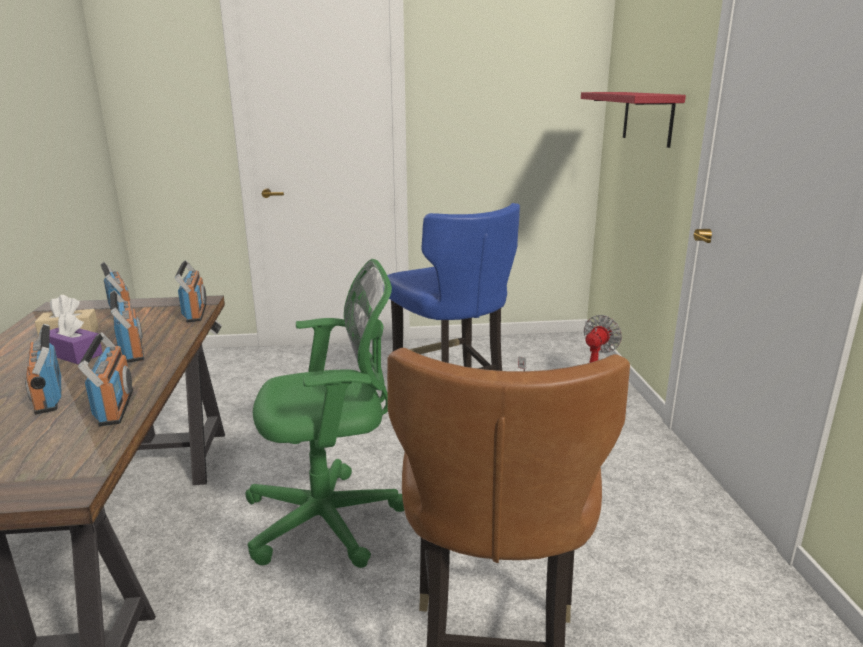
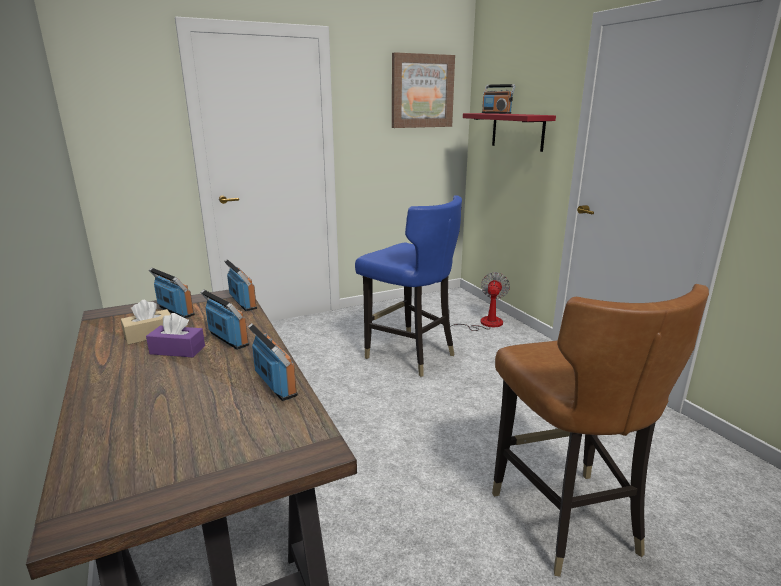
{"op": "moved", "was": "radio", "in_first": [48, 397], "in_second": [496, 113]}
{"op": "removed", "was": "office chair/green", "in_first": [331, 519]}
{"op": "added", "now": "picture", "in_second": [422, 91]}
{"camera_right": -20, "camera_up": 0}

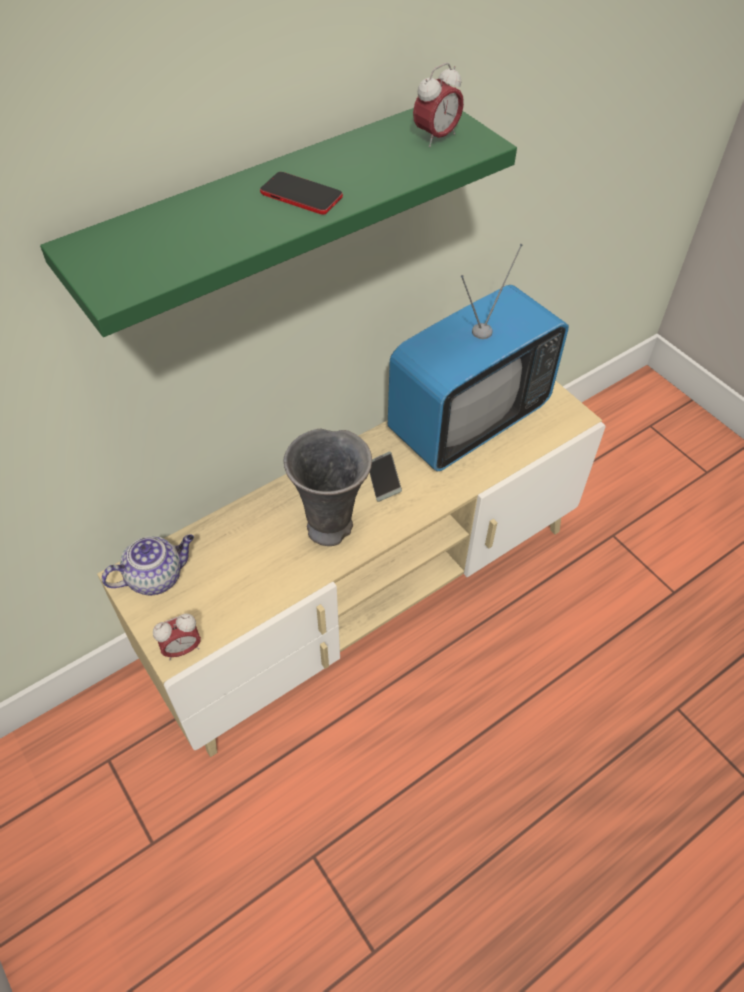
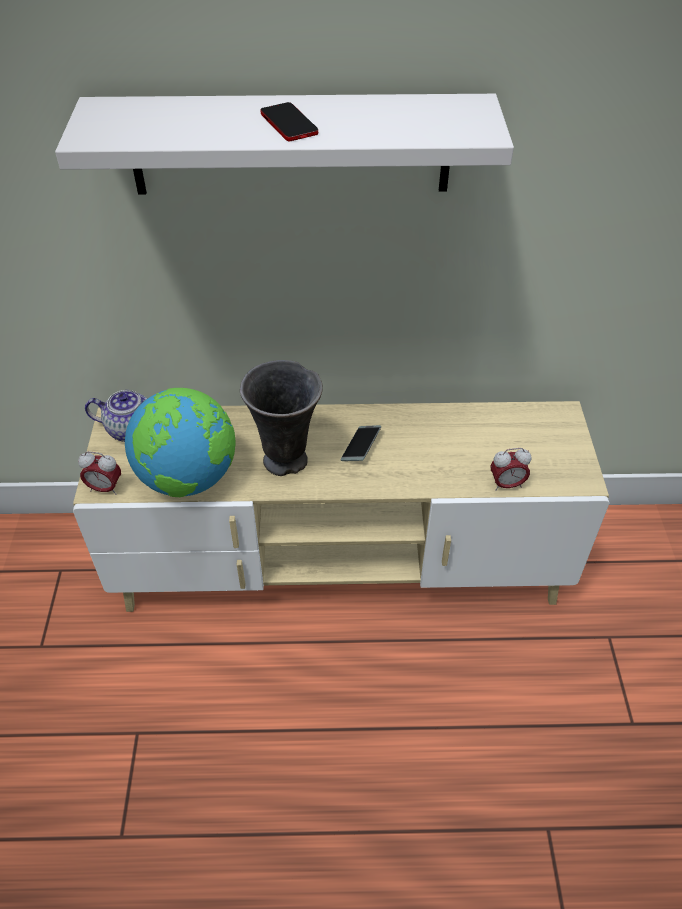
{"op": "recoloured", "was": "shelf/green", "now": "shelf/white", "in_first": [266, 214], "in_second": [290, 145]}
{"op": "removed", "was": "television", "in_first": [468, 420]}
{"op": "moved", "was": "alarm clock", "in_first": [436, 137], "in_second": [506, 484]}
{"op": "added", "now": "globe", "in_second": [189, 478]}
{"camera_right": 35, "camera_up": -5}

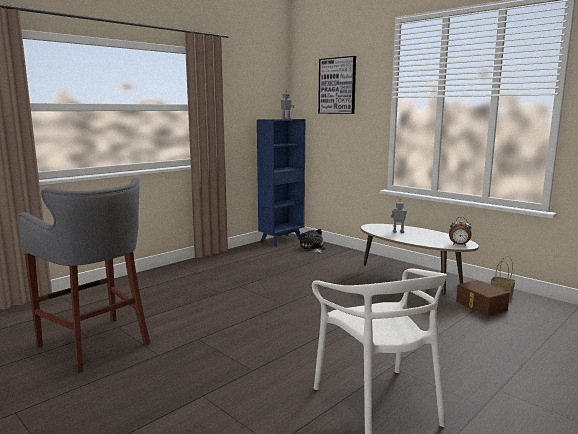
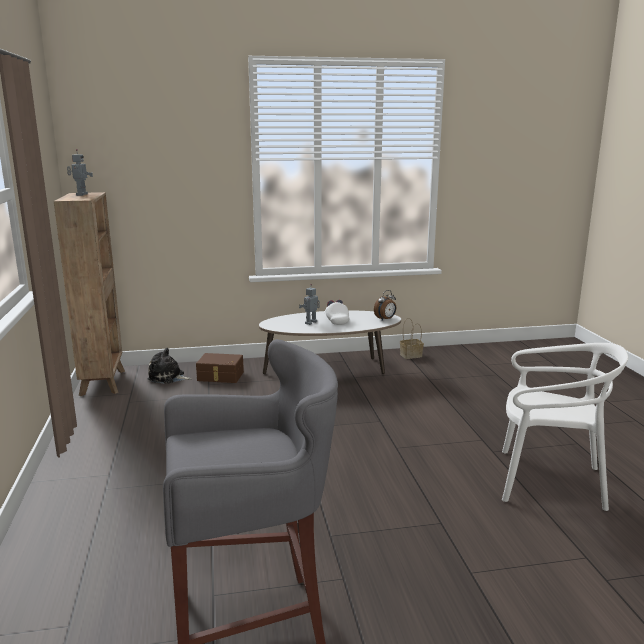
{"op": "recoloured", "was": "bookcase/blue", "now": "bookcase/brown", "in_first": [282, 240], "in_second": [103, 382]}
{"op": "removed", "was": "picture", "in_first": [337, 86]}
{"op": "moved", "was": "storage box/brown", "in_first": [480, 306], "in_second": [220, 376]}
{"op": "added", "now": "cap/white", "in_second": [336, 320]}
{"camera_right": -55, "camera_up": 5}

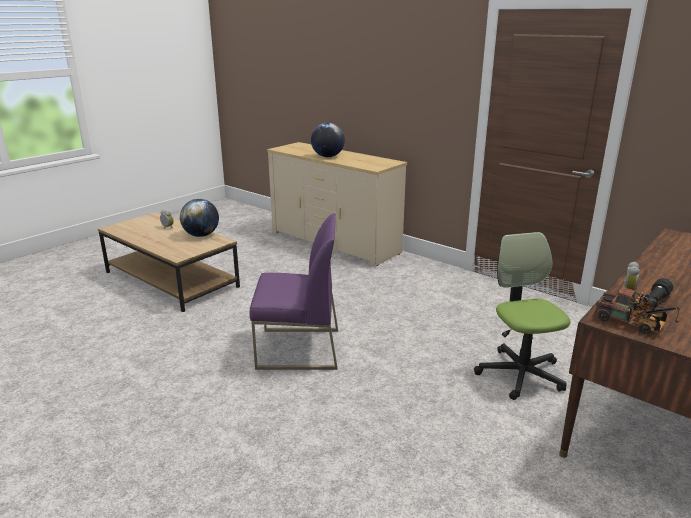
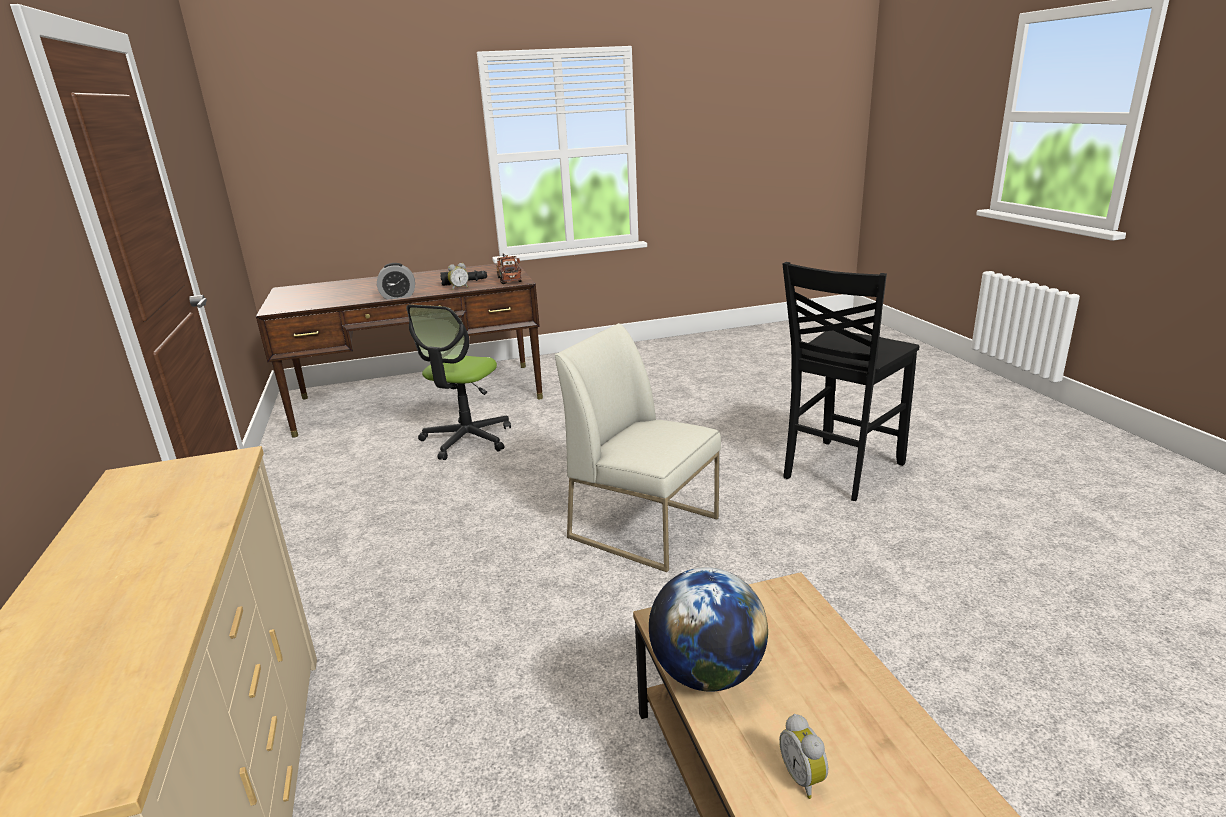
{"op": "recoloured", "was": "chair/purple", "now": "chair/white", "in_first": [298, 349], "in_second": [645, 527]}
{"op": "removed", "was": "globe", "in_first": [328, 156]}
{"op": "added", "now": "alarm clock", "in_second": [398, 296]}
{"op": "added", "now": "chair/black", "in_second": [839, 471]}
{"camera_right": -145, "camera_up": 0}

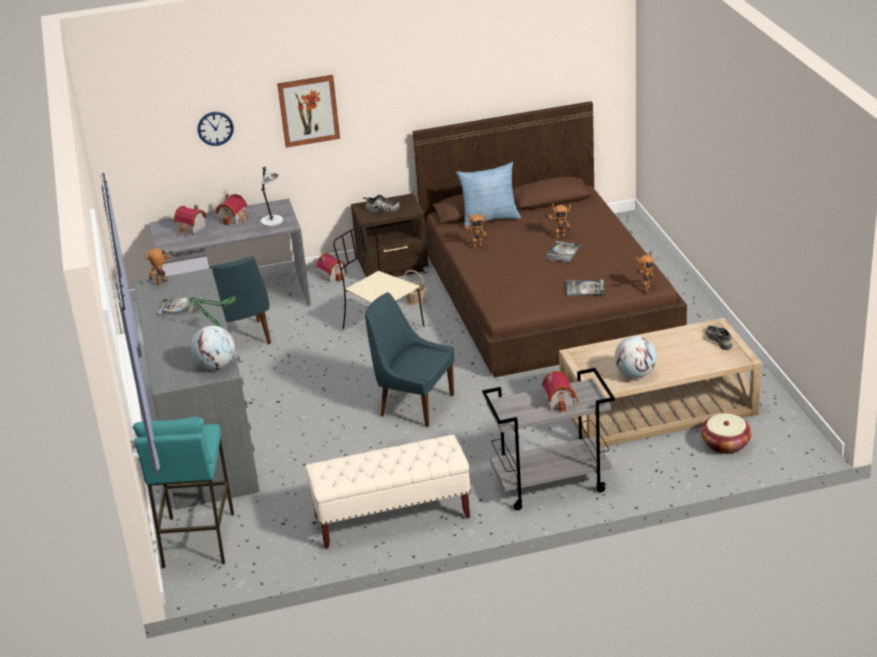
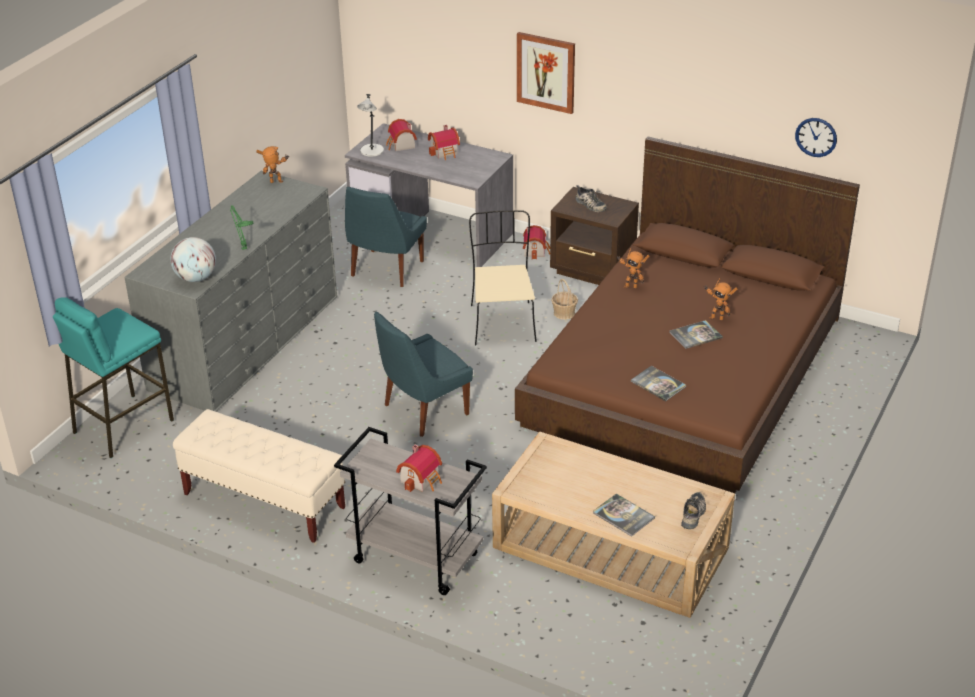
{"op": "moved", "was": "book", "in_first": [180, 307], "in_second": [623, 516]}
{"op": "moved", "was": "wall clock", "in_first": [215, 128], "in_second": [816, 137]}
{"op": "moved", "was": "table lamp/grey", "in_first": [272, 222], "in_second": [371, 151]}
{"op": "turned", "was": "chair/blue", "in_first": [414, 405], "in_second": [423, 411], "clockwise": -105}
{"op": "removed", "was": "pillow", "in_first": [489, 219]}
{"op": "removed", "was": "globe", "in_first": [635, 374]}
{"op": "removed", "was": "toy robot", "in_first": [644, 290]}
{"op": "removed", "was": "basket", "in_first": [725, 444]}
{"camera_right": 40, "camera_up": 5}

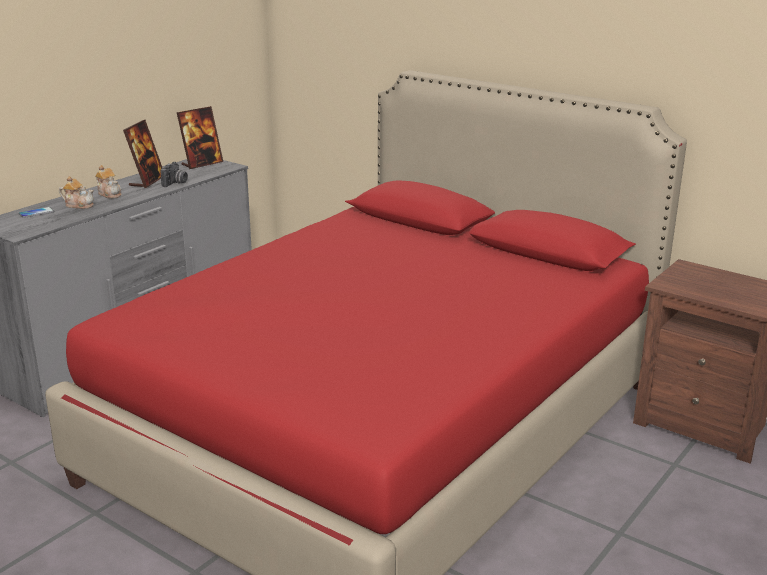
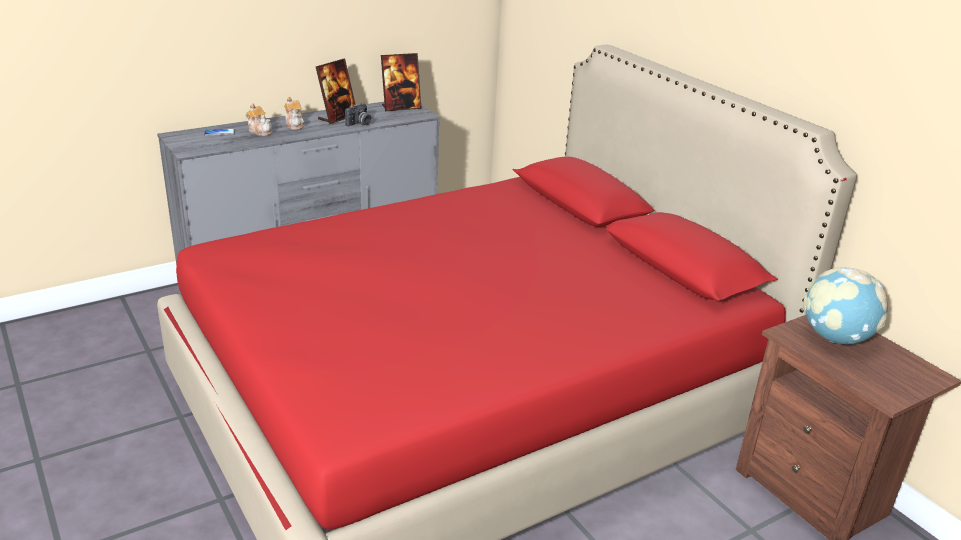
{"op": "added", "now": "globe", "in_second": [836, 338]}
{"camera_right": 20, "camera_up": 5}

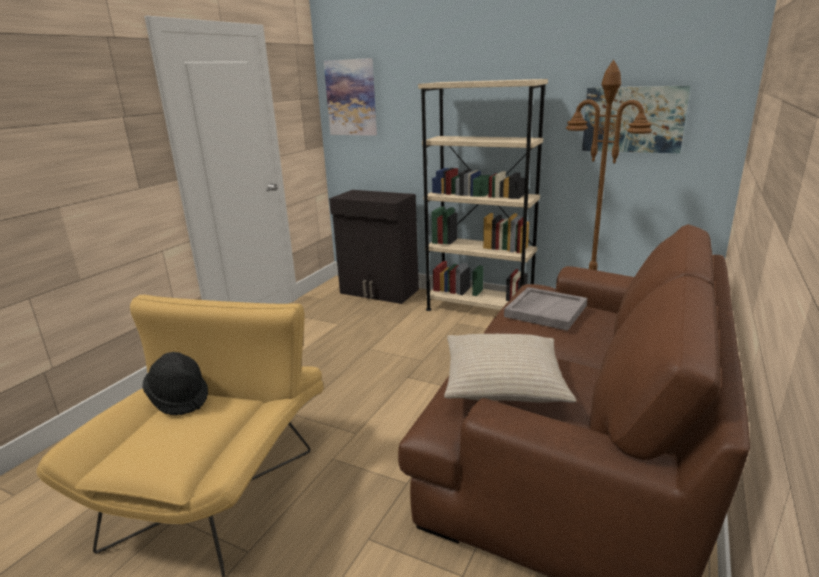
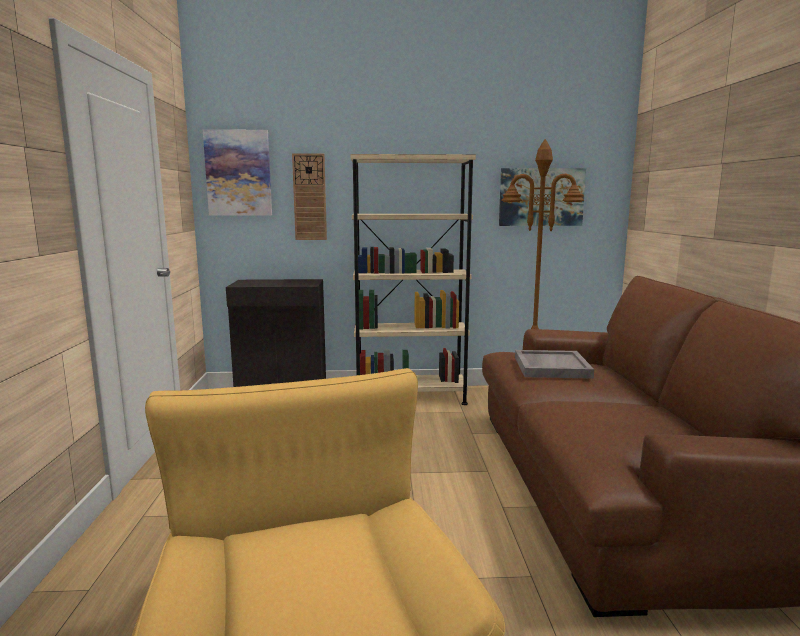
{"op": "removed", "was": "hat/black", "in_first": [179, 398]}
{"op": "removed", "was": "pillow/beige", "in_first": [503, 381]}
{"op": "added", "now": "wall clock", "in_second": [309, 197]}
{"camera_right": -30, "camera_up": -10}

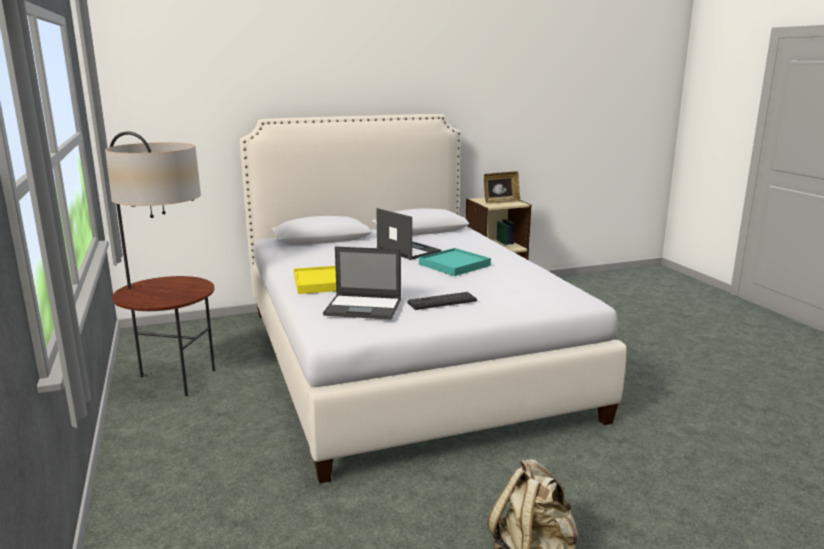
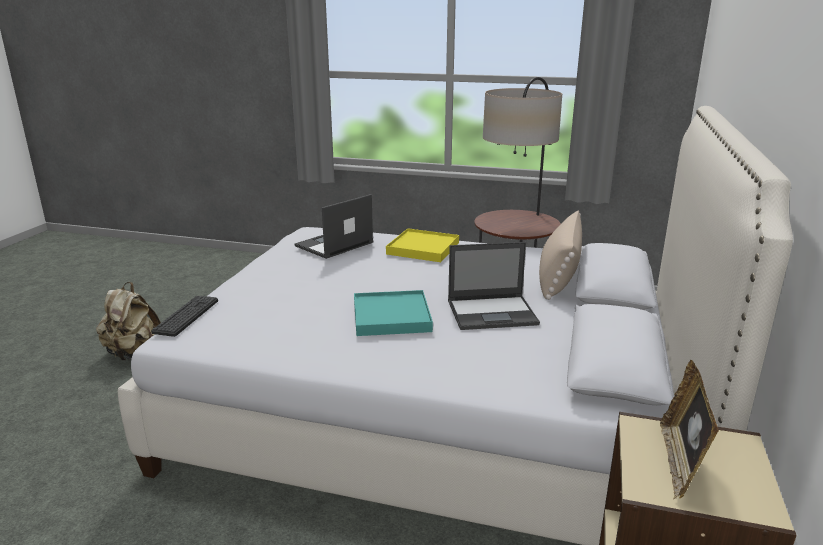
{"op": "moved", "was": "keyboard", "in_first": [442, 302], "in_second": [186, 316]}
{"op": "added", "now": "pillow/beige", "in_second": [558, 276]}
{"camera_right": 125, "camera_up": 5}

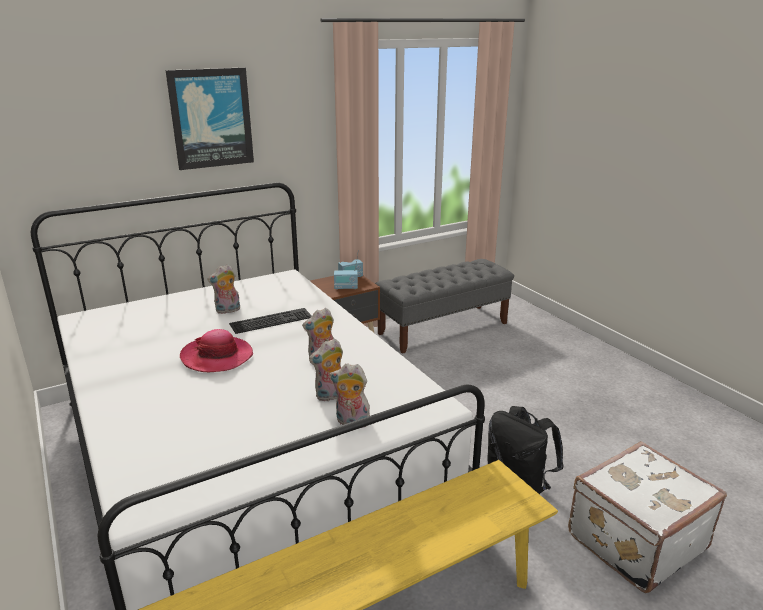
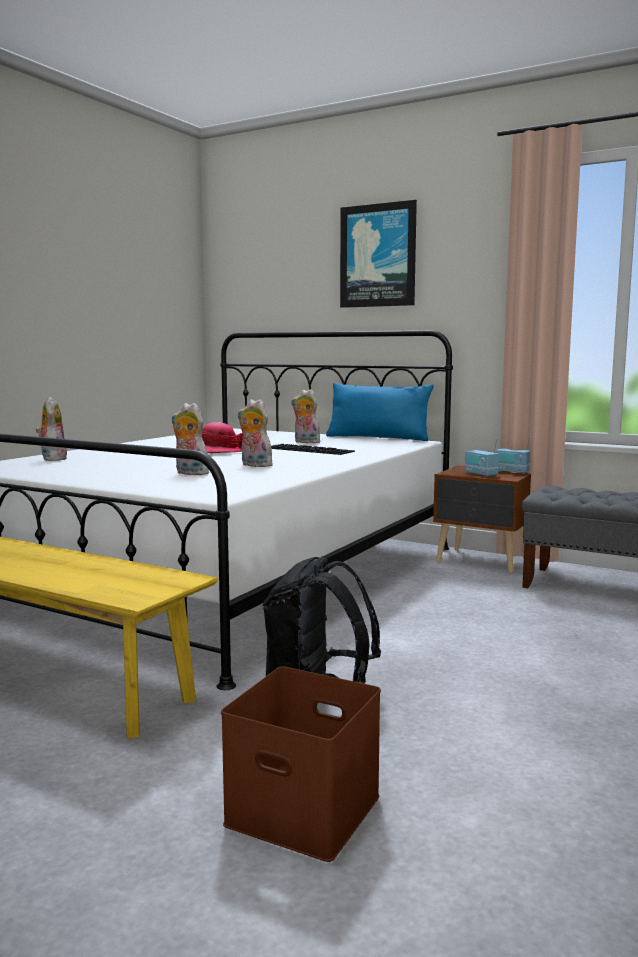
{"op": "moved", "was": "plush toy", "in_first": [351, 422], "in_second": [52, 459]}
{"op": "replaced", "was": "suitcase/white", "now": "storage box/brown", "in_first": [634, 540], "in_second": [299, 811]}
{"op": "added", "now": "pillow/blue", "in_second": [378, 438]}
{"camera_right": 60, "camera_up": -15}

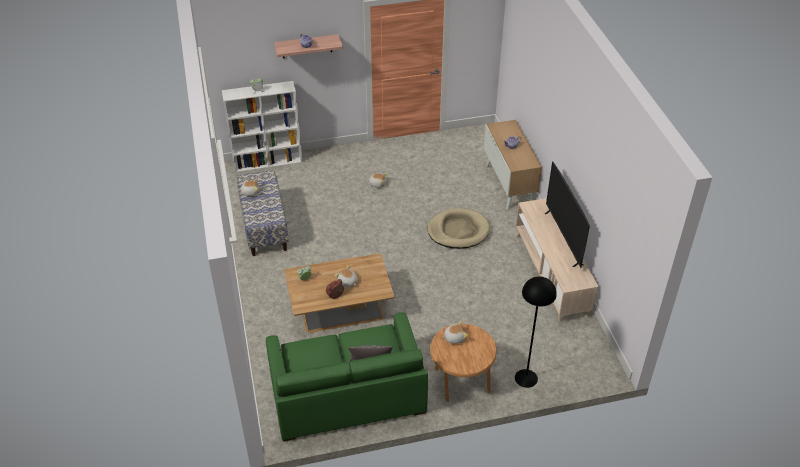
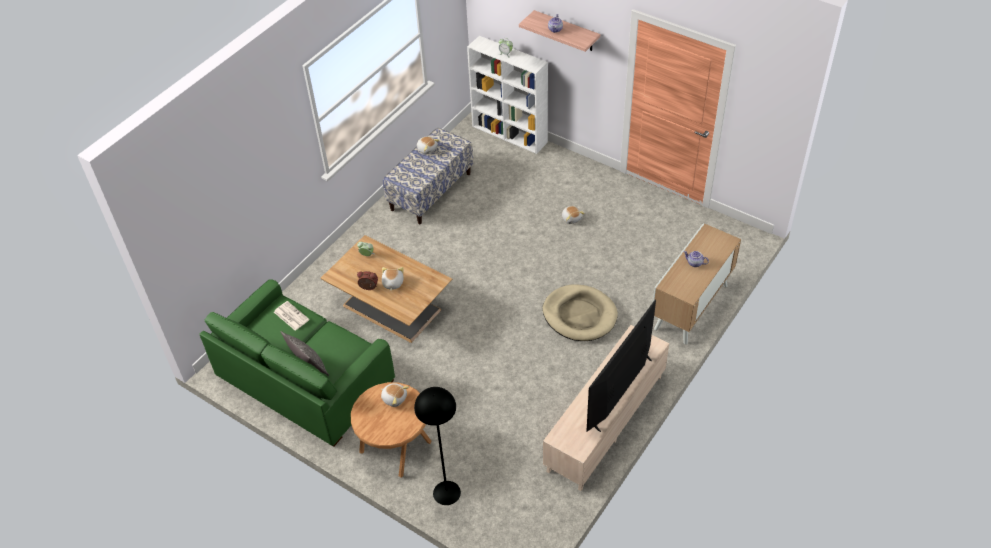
{"op": "added", "now": "newspaper", "in_second": [290, 316]}
{"camera_right": 50, "camera_up": 5}

